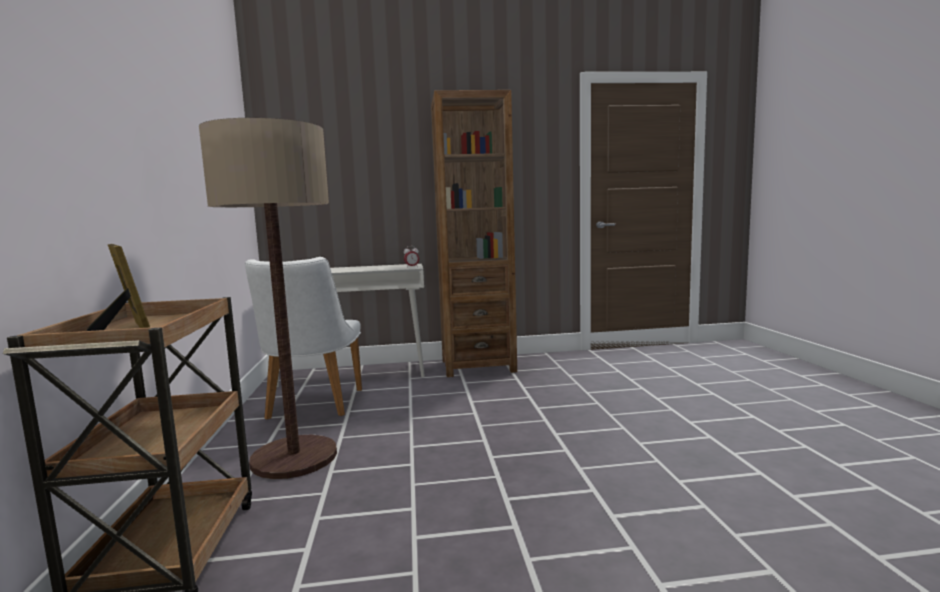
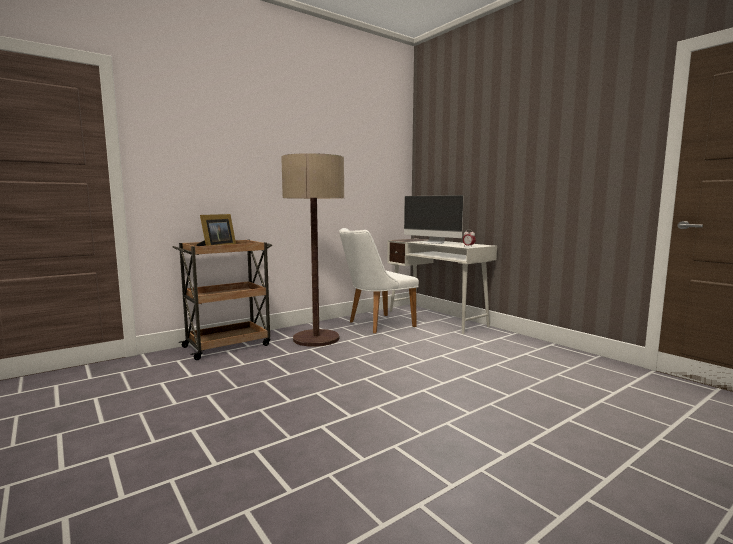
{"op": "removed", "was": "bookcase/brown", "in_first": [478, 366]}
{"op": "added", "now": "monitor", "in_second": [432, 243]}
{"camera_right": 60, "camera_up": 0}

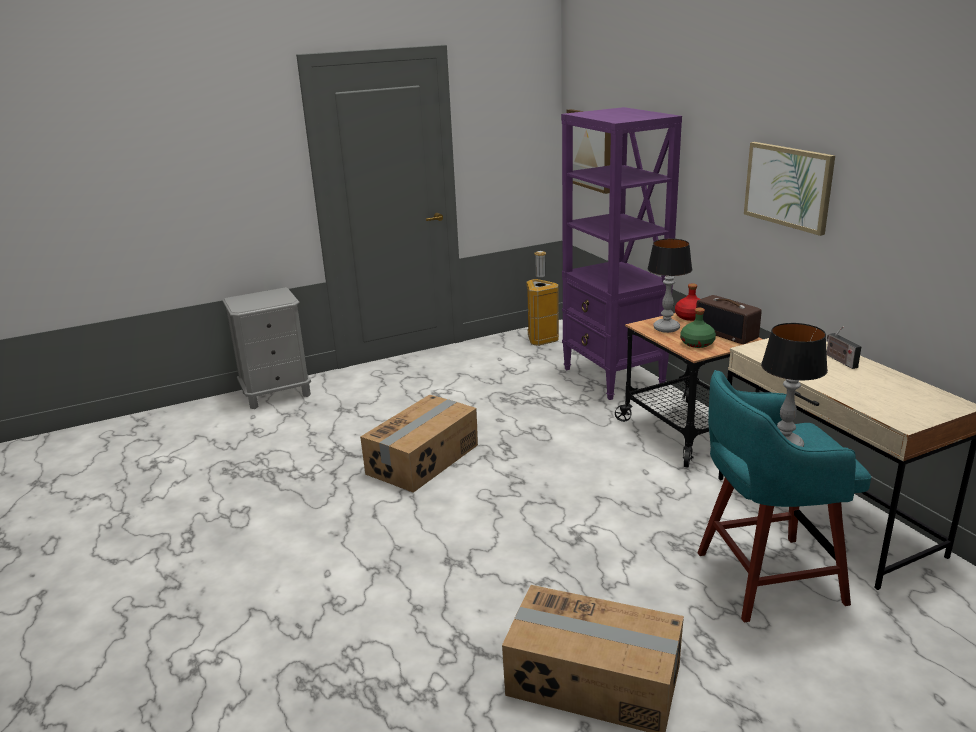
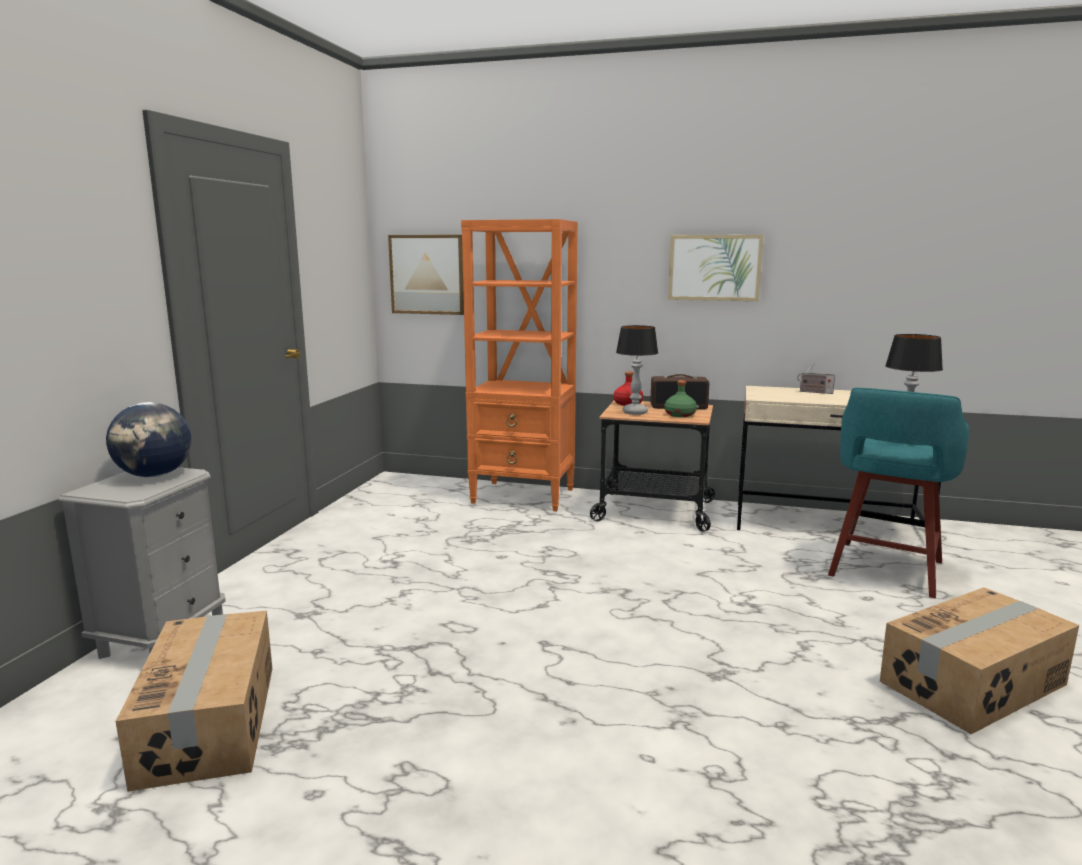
{"op": "moved", "was": "cardboard box", "in_first": [424, 459], "in_second": [211, 721]}
{"op": "removed", "was": "trash can", "in_first": [540, 339]}
{"op": "recoloured", "was": "bookcase/purple", "now": "bookcase/orange", "in_first": [613, 377], "in_second": [524, 496]}
{"op": "added", "now": "globe", "in_second": [155, 475]}
{"camera_right": -50, "camera_up": -10}

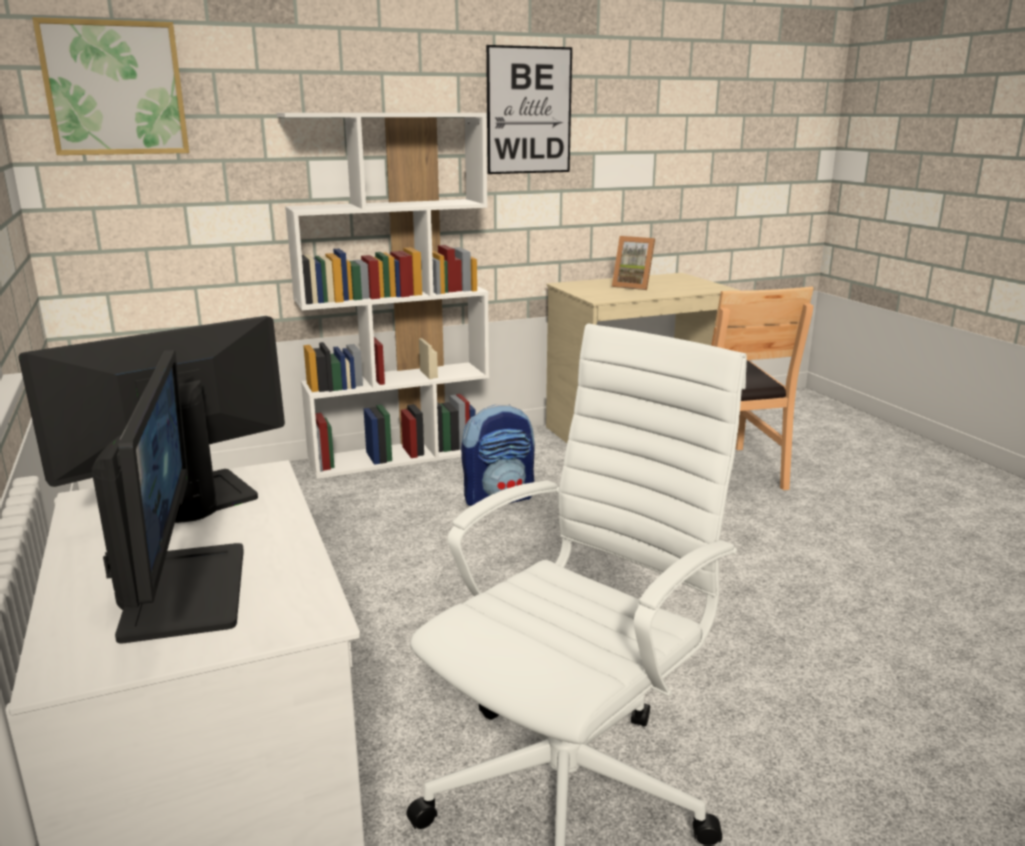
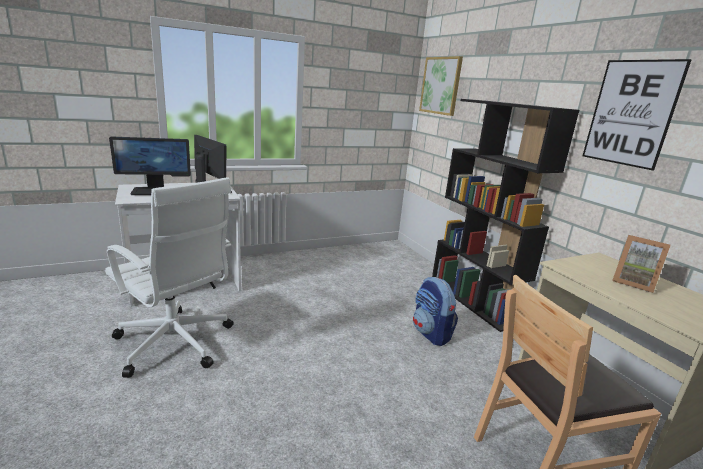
{"op": "recoloured", "was": "bookcase/white", "now": "bookcase/black", "in_first": [400, 455], "in_second": [474, 301]}
{"op": "turned", "was": "picture frame", "in_first": [633, 286], "in_second": [633, 283], "clockwise": -75}
{"camera_right": 85, "camera_up": 0}

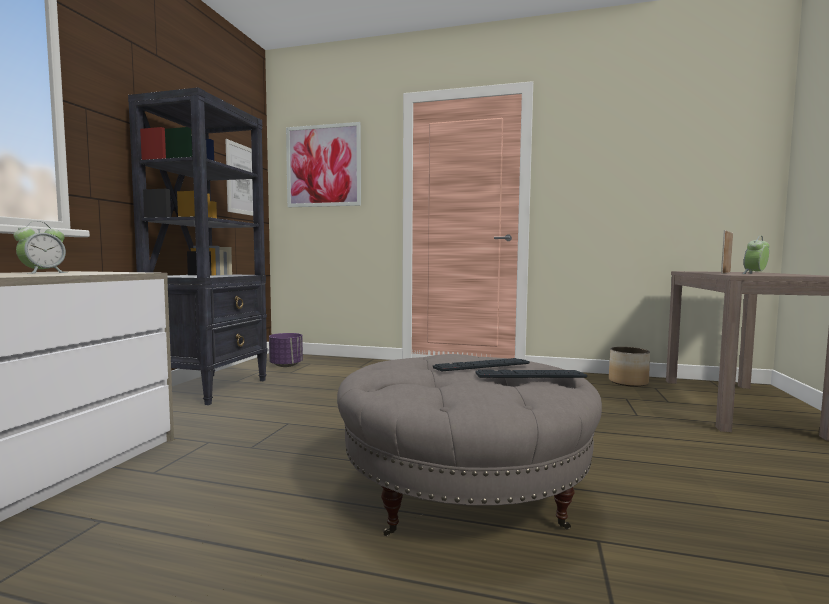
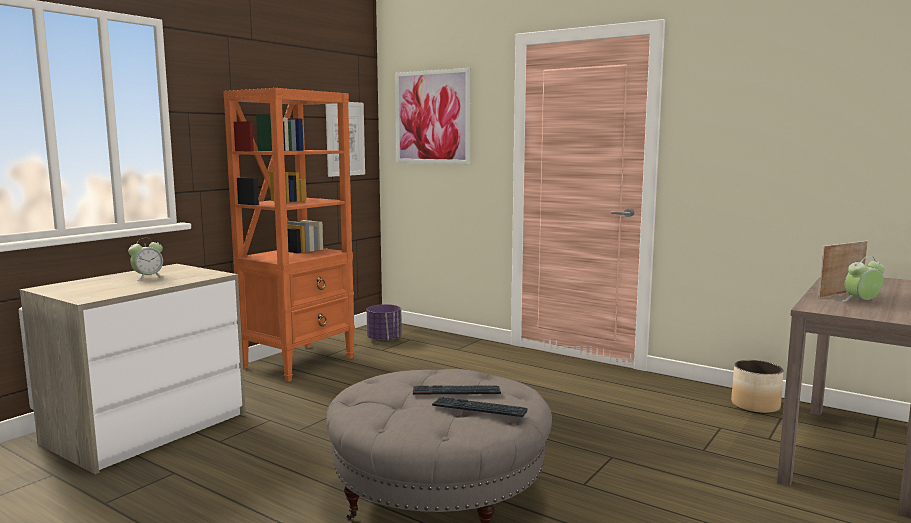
{"op": "recoloured", "was": "bookcase/black", "now": "bookcase/orange", "in_first": [211, 388], "in_second": [299, 362]}
{"camera_right": 20, "camera_up": 5}

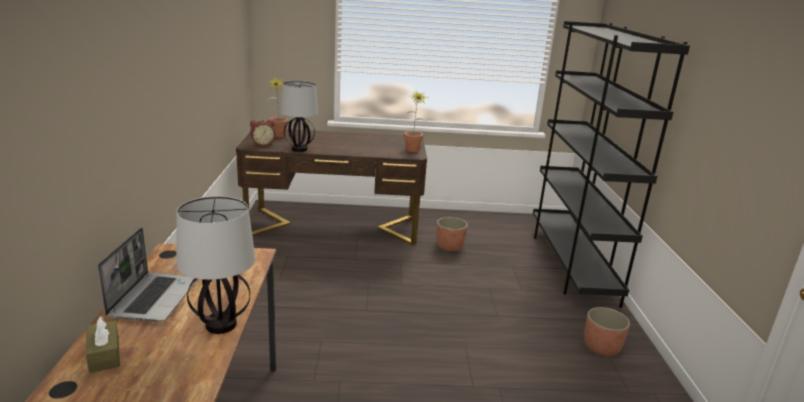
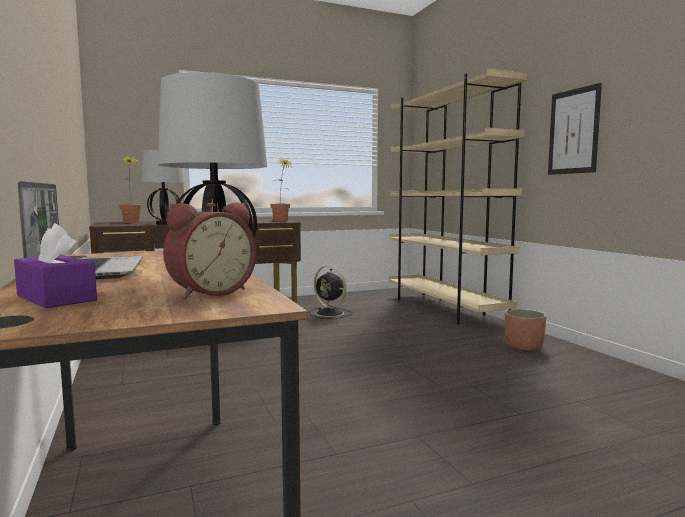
{"op": "recoloured", "was": "tissue box/brown", "now": "tissue box/purple", "in_first": [104, 354], "in_second": [56, 298]}
{"op": "moved", "was": "alarm clock", "in_first": [262, 144], "in_second": [210, 292]}
{"op": "replaced", "was": "planter", "now": "fan/black", "in_first": [450, 247], "in_second": [330, 313]}
{"op": "recoloured", "was": "bookcase/black", "now": "bookcase/beige", "in_first": [571, 264], "in_second": [444, 309]}
{"op": "added", "now": "picture", "in_second": [573, 131]}
{"camera_right": -20, "camera_up": -15}

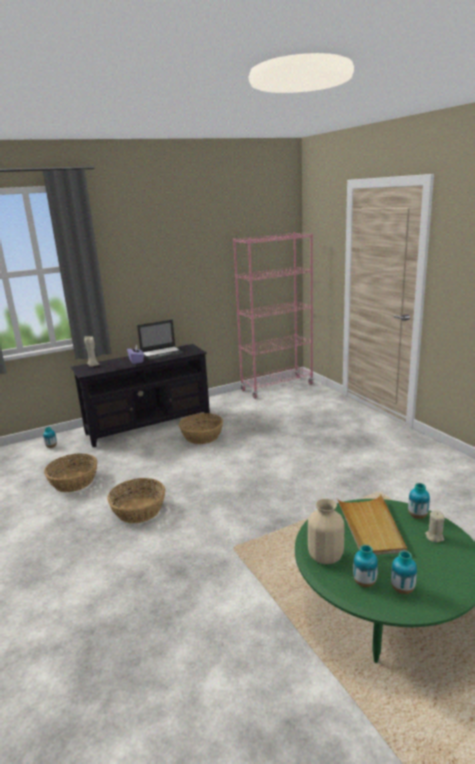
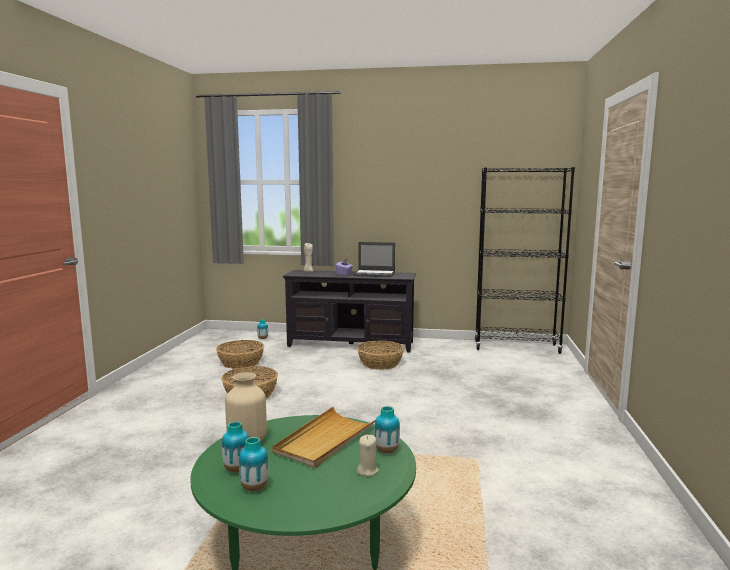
{"op": "recoloured", "was": "bookcase/pink", "now": "bookcase/black", "in_first": [277, 387], "in_second": [516, 347]}
{"camera_right": 35, "camera_up": -10}

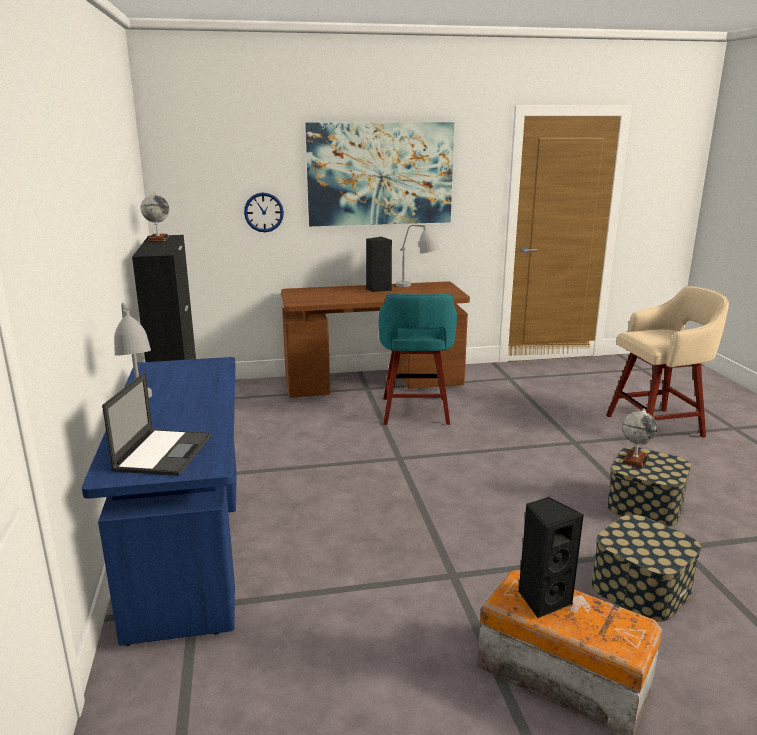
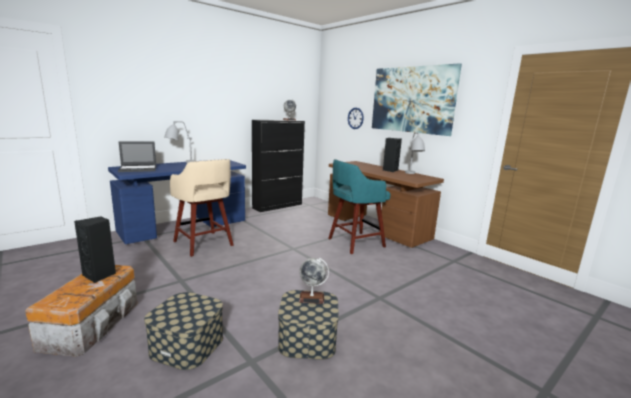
{"op": "moved", "was": "stool/beige", "in_first": [657, 426], "in_second": [204, 244]}
{"camera_right": 60, "camera_up": -5}

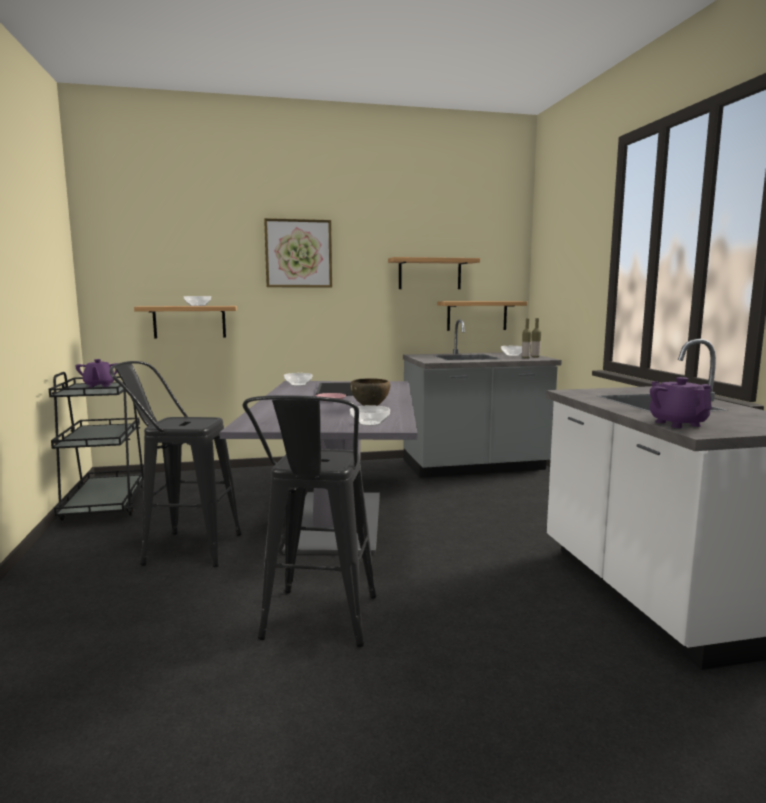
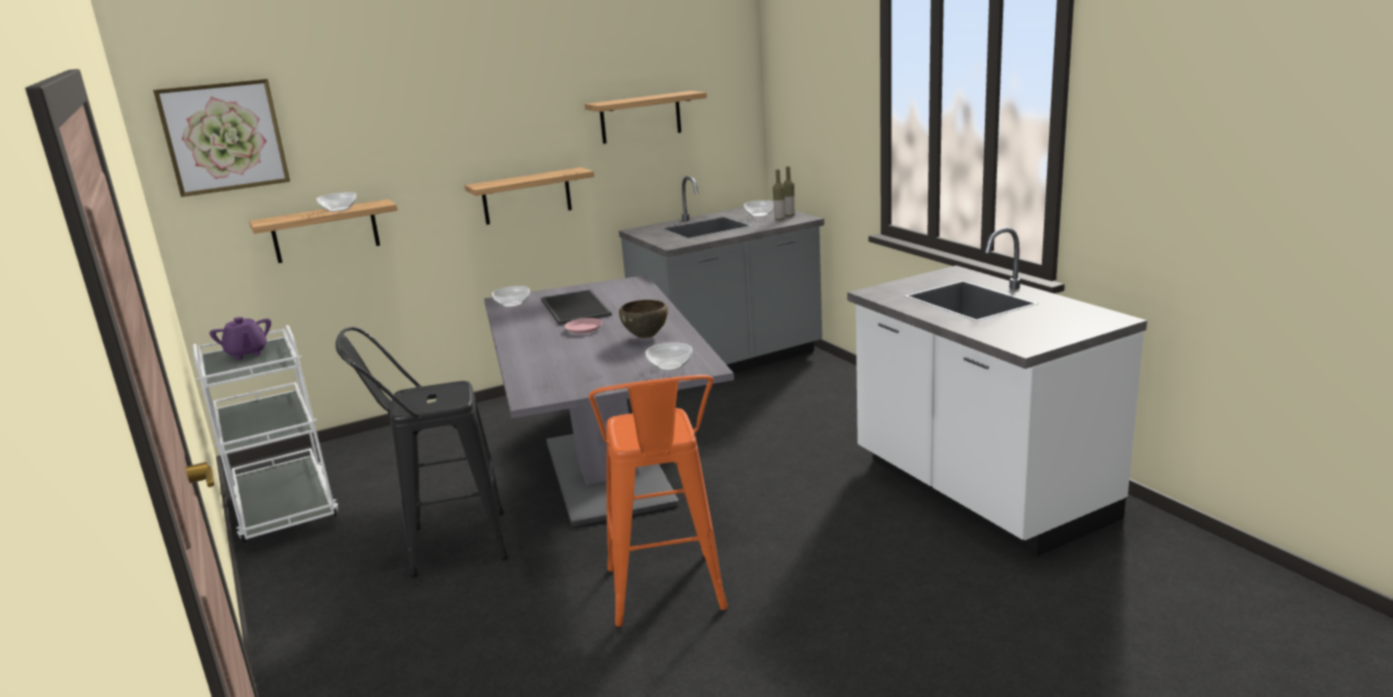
{"op": "recoloured", "was": "cart/black", "now": "cart/white", "in_first": [105, 505], "in_second": [285, 509]}
{"op": "recoloured", "was": "stool/black", "now": "stool/orange", "in_first": [316, 625], "in_second": [666, 598]}
{"op": "moved", "was": "picture", "in_first": [298, 253], "in_second": [224, 137]}
{"op": "moved", "was": "shelf", "in_first": [477, 315], "in_second": [526, 196]}
{"op": "removed", "was": "teapot/purple", "in_first": [677, 423]}
{"camera_right": -15, "camera_up": 10}

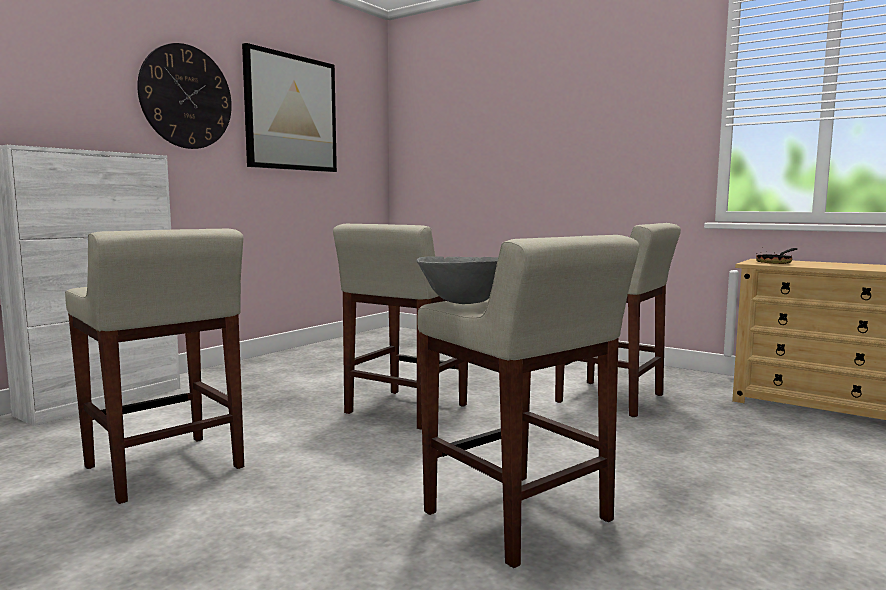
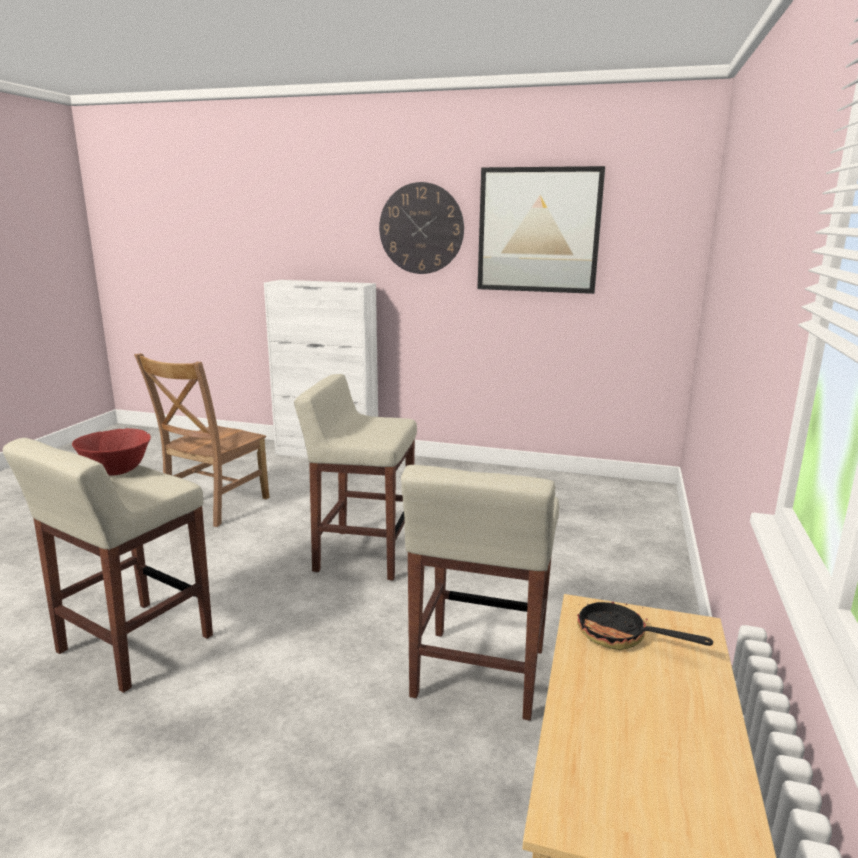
{"op": "replaced", "was": "stool/beige", "now": "chair/brown", "in_first": [165, 469], "in_second": [214, 506]}
{"op": "recoloured", "was": "bowl/grey", "now": "bowl/red", "in_first": [463, 303], "in_second": [116, 471]}
{"camera_right": 70, "camera_up": 10}

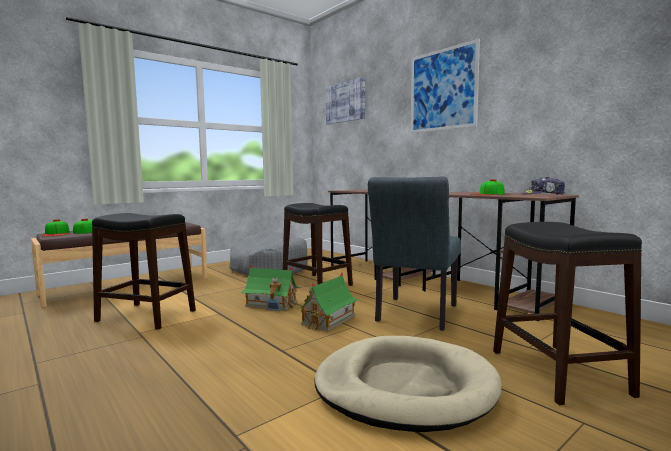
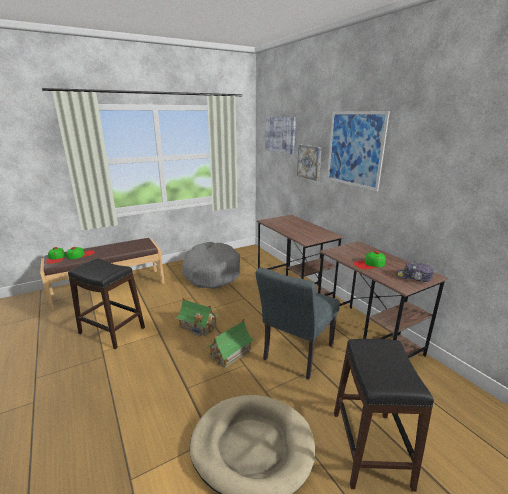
{"op": "removed", "was": "stool/black", "in_first": [316, 284]}
{"op": "added", "now": "picture", "in_second": [310, 162]}
{"camera_right": 10, "camera_up": 15}

